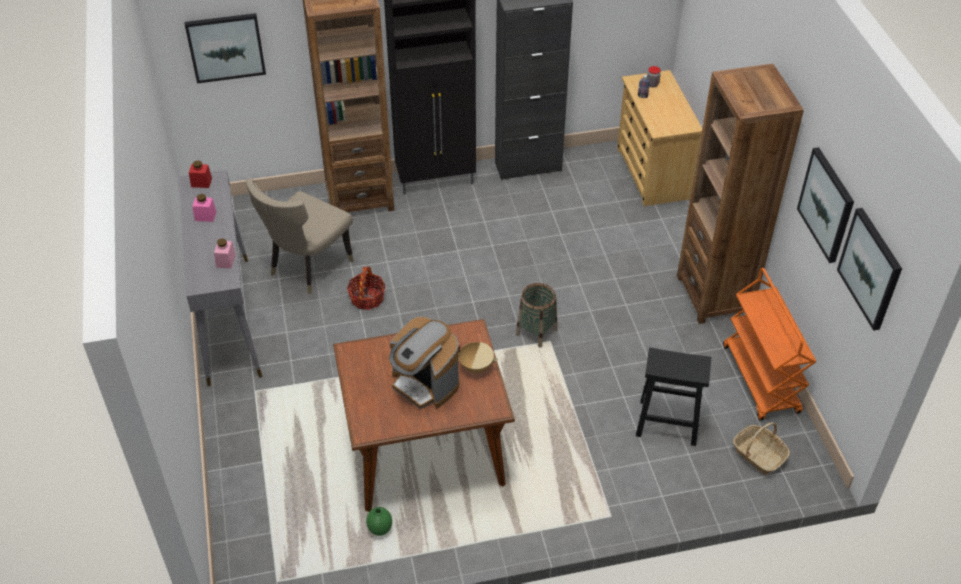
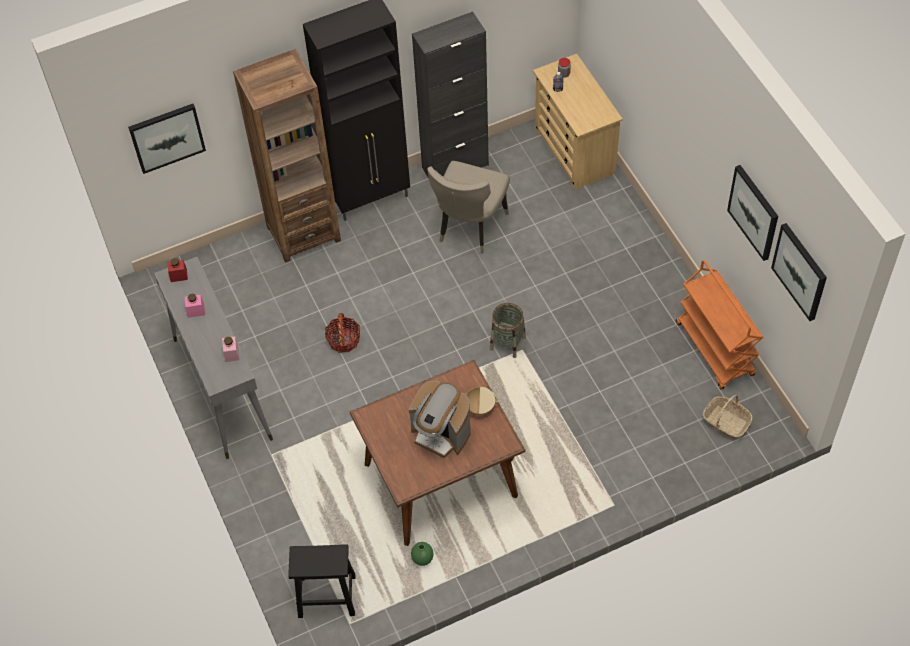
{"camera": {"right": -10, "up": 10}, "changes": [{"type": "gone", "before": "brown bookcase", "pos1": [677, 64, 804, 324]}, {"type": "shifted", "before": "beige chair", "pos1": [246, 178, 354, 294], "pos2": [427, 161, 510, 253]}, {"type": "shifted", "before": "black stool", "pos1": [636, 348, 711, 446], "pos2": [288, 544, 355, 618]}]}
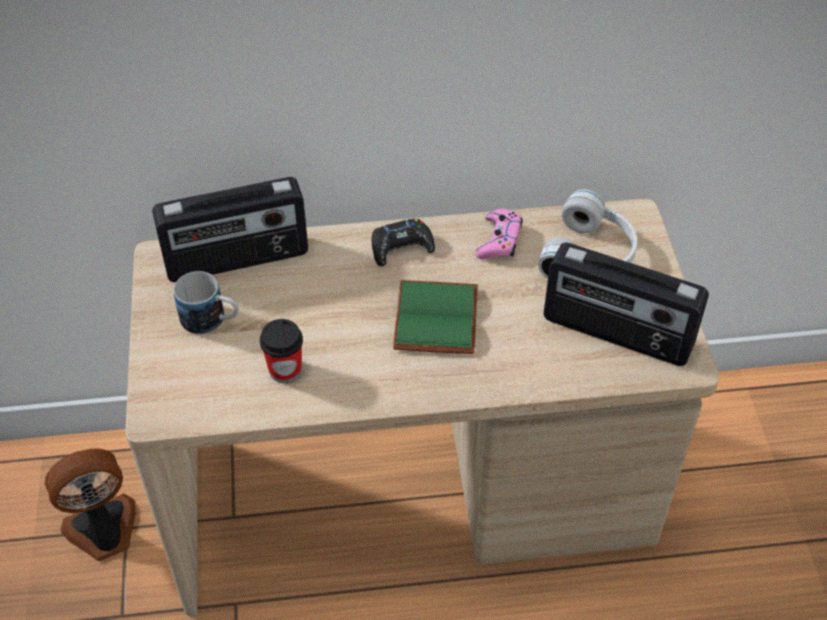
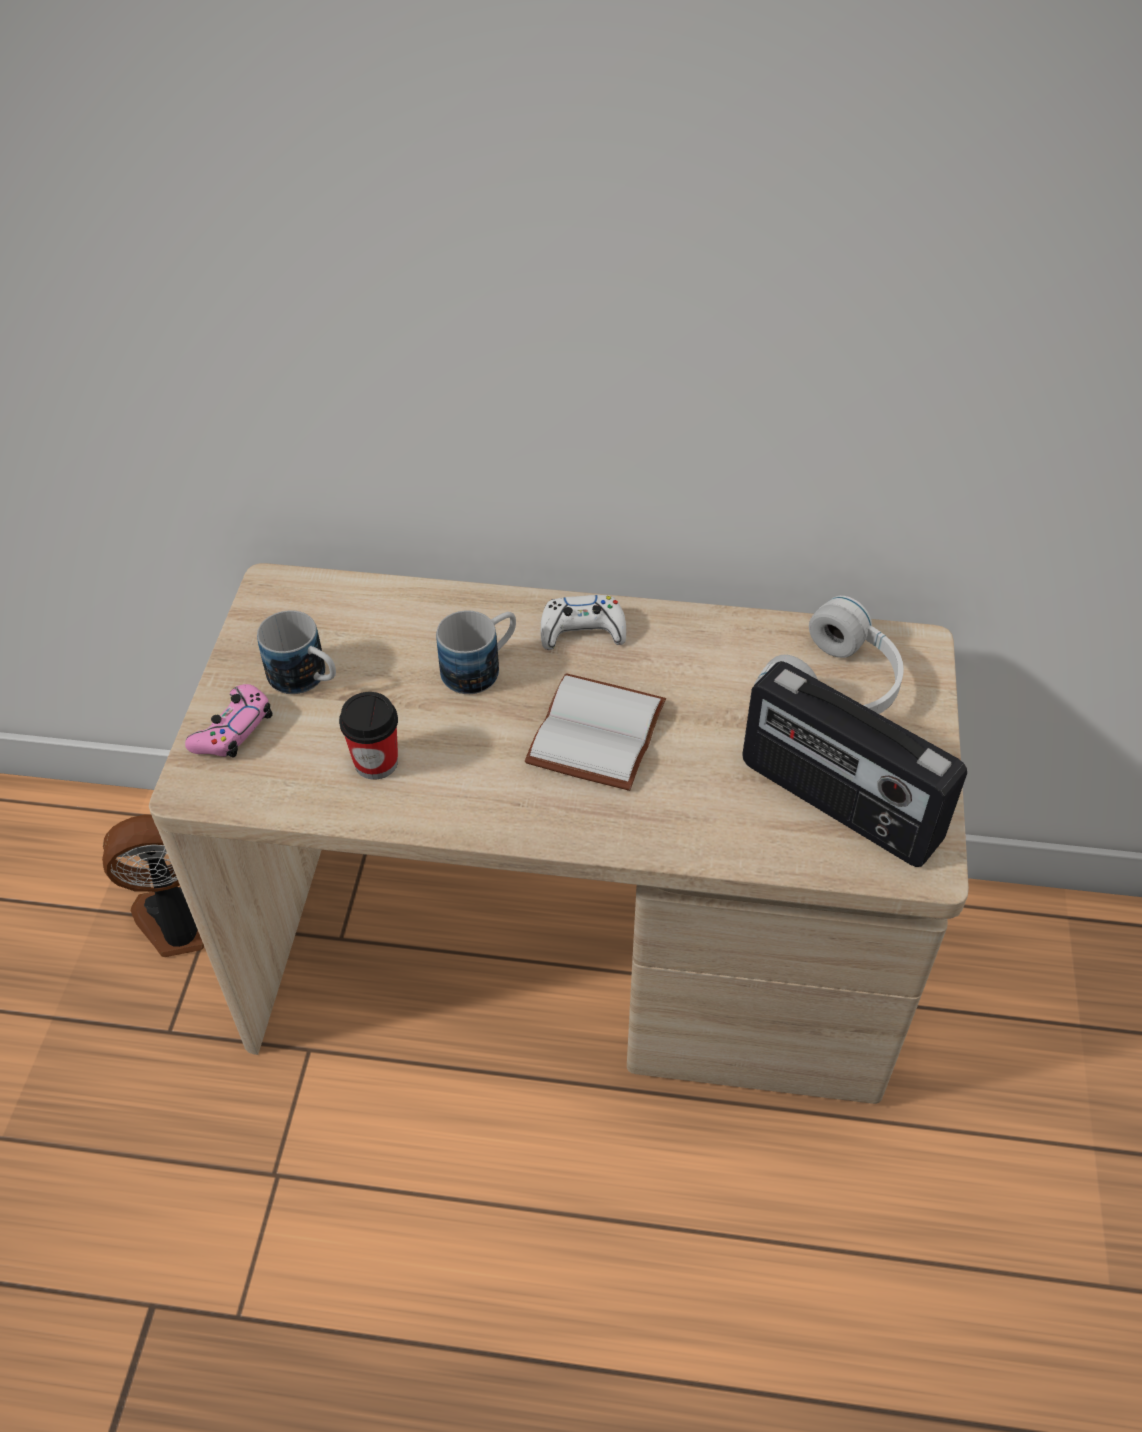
{"camera": {"right": 15, "up": 0}, "changes": [{"type": "gone", "before": "radio", "pos1": [152, 177, 308, 282]}, {"type": "new", "after": "mug", "pos2": [436, 610, 516, 694]}, {"type": "shifted", "before": "pink game controller", "pos1": [475, 208, 523, 259], "pos2": [185, 684, 272, 757]}, {"type": "repainted", "before": "black game controller", "after": "white game controller", "pos1": [371, 219, 435, 266], "pos2": [541, 595, 626, 650]}, {"type": "repainted", "before": "green book", "after": "white book", "pos1": [393, 280, 478, 354], "pos2": [525, 673, 666, 791]}]}
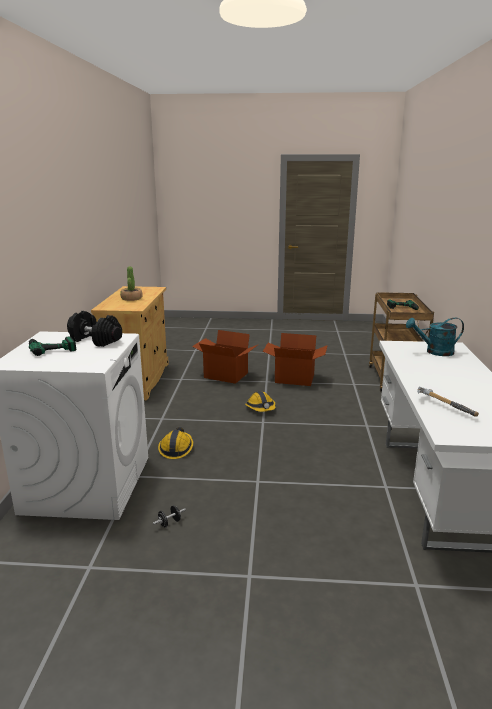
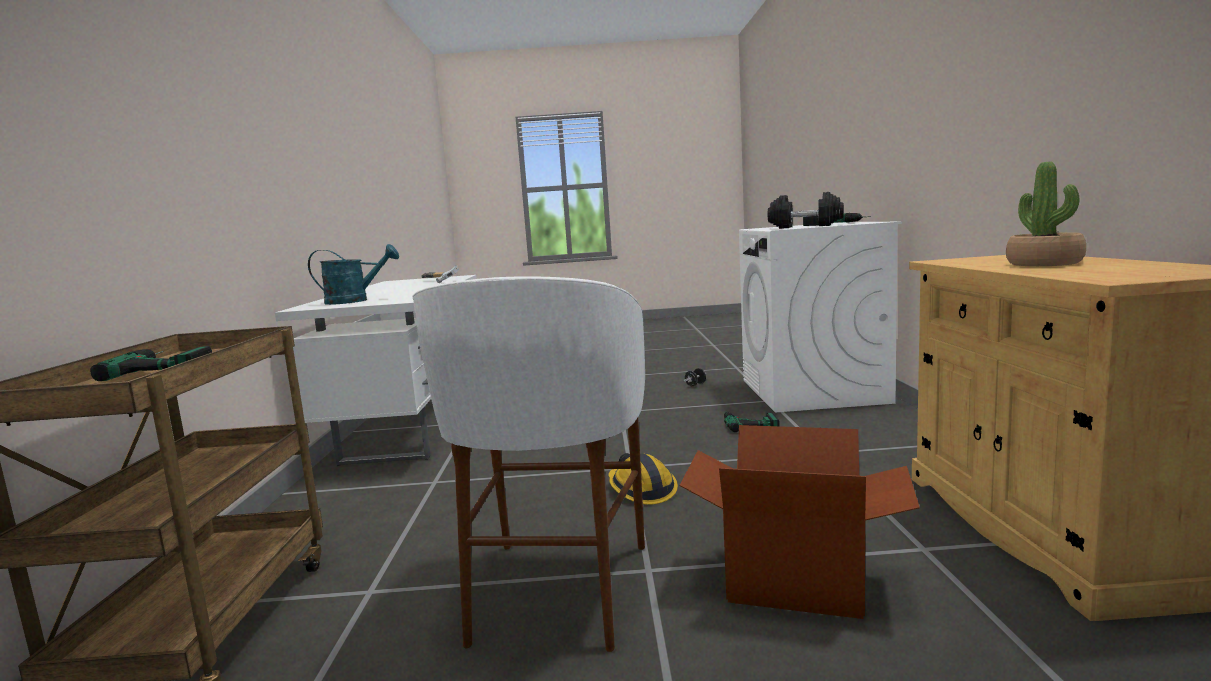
{"camera": {"right": 175, "up": -10}, "changes": [{"type": "swapped", "before": "hard hat", "after": "power drill", "pos1": [158, 427, 194, 459], "pos2": [724, 411, 780, 432]}, {"type": "swapped", "before": "cardboard box", "after": "white stool", "pos1": [263, 333, 328, 386], "pos2": [412, 276, 645, 652]}]}
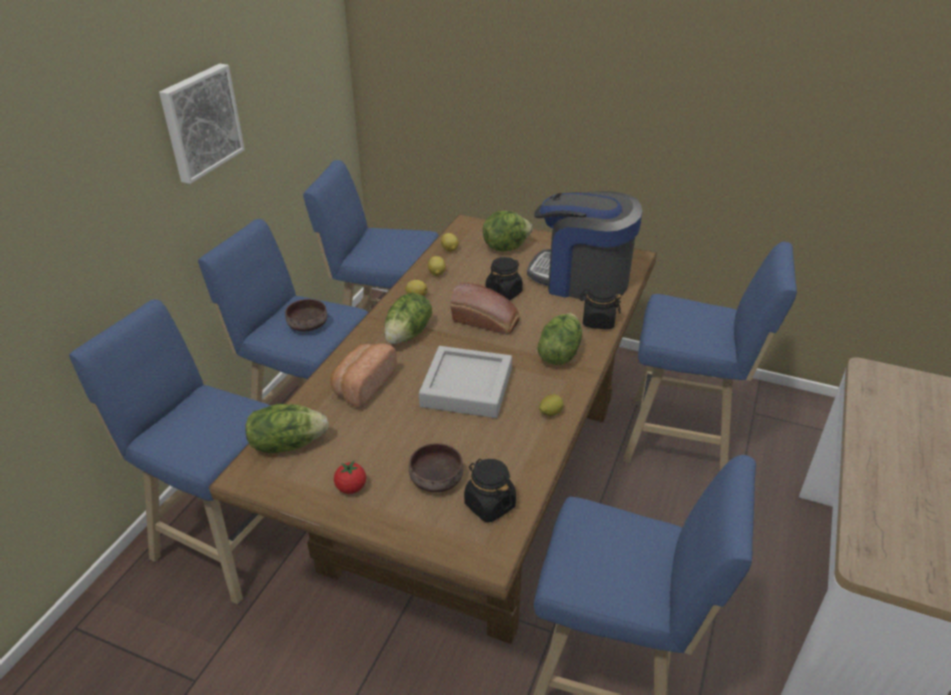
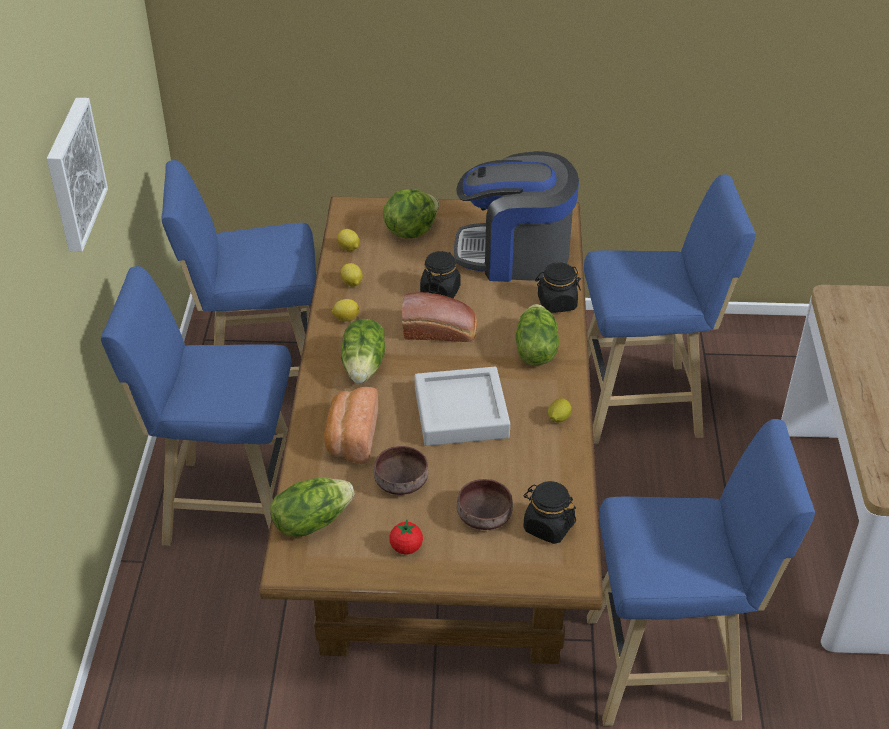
{"camera": {"right": -20, "up": 5}, "changes": [{"type": "gone", "before": "blue stool", "pos1": [69, 299, 271, 605]}, {"type": "shifted", "before": "brown bowl", "pos1": [285, 299, 327, 331], "pos2": [374, 446, 428, 495]}]}
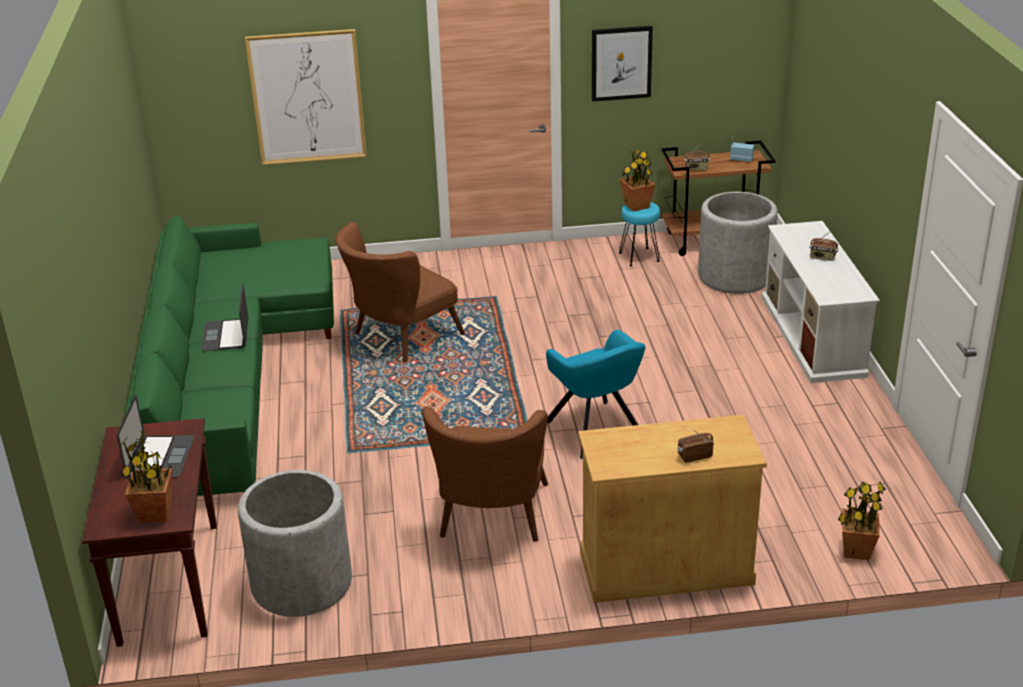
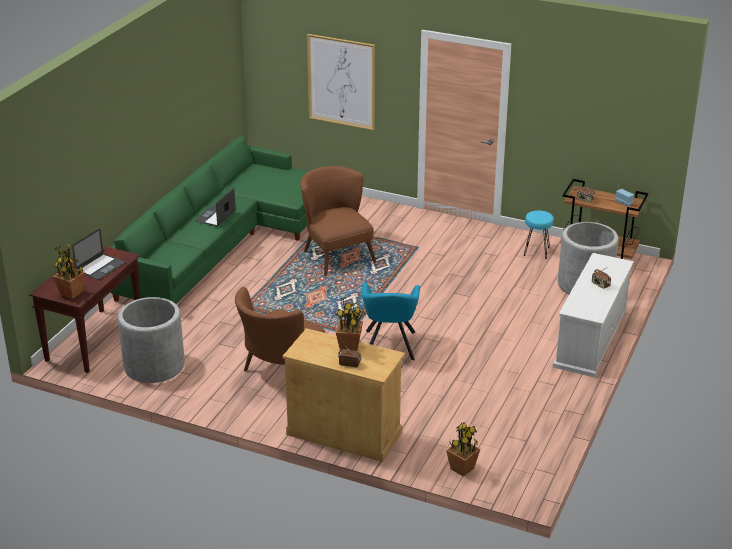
{"camera": {"right": 30, "up": 0}, "changes": [{"type": "gone", "before": "picture", "pos1": [592, 26, 653, 102]}, {"type": "shifted", "before": "potted plant", "pos1": [620, 147, 655, 212], "pos2": [336, 297, 365, 351]}, {"type": "rotated", "before": "brown armchair", "pos1": [336, 222, 465, 362], "pos2": [300, 166, 376, 276], "turn": 75}]}
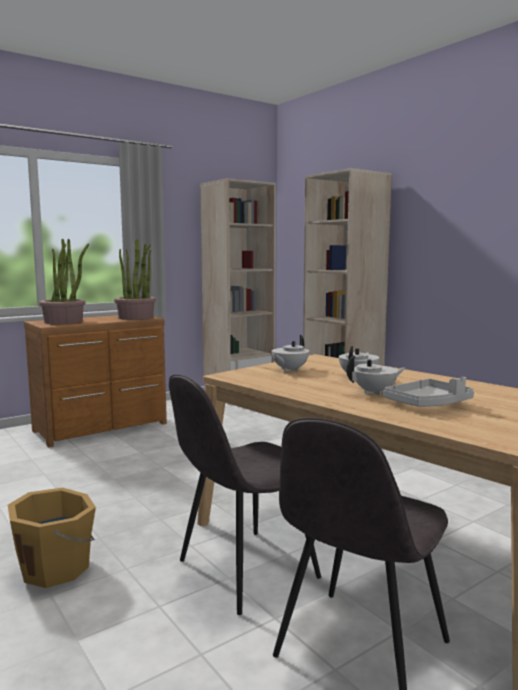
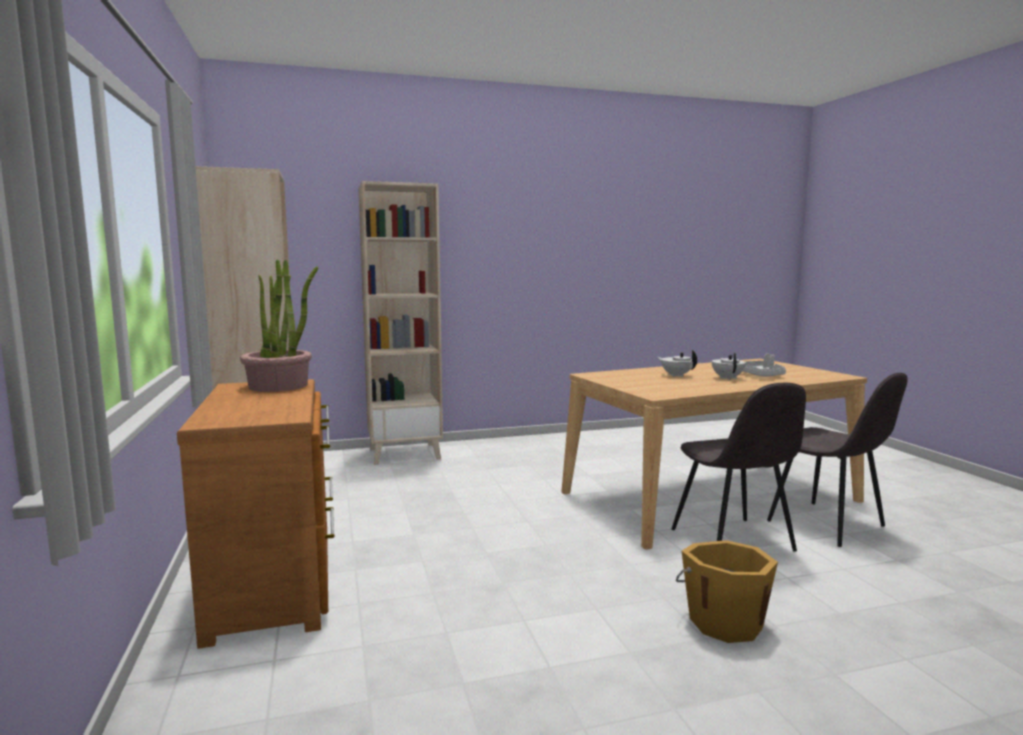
{"camera": {"right": -70, "up": 0}, "changes": [{"type": "gone", "before": "potted plant", "pos1": [39, 239, 89, 324]}, {"type": "gone", "before": "white teapot", "pos1": [272, 335, 309, 372]}]}
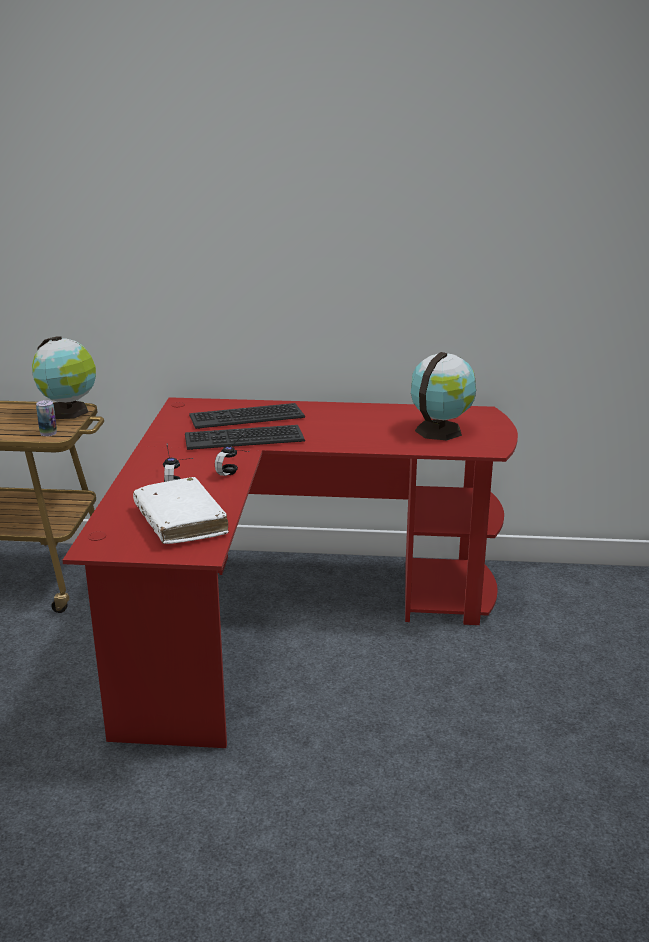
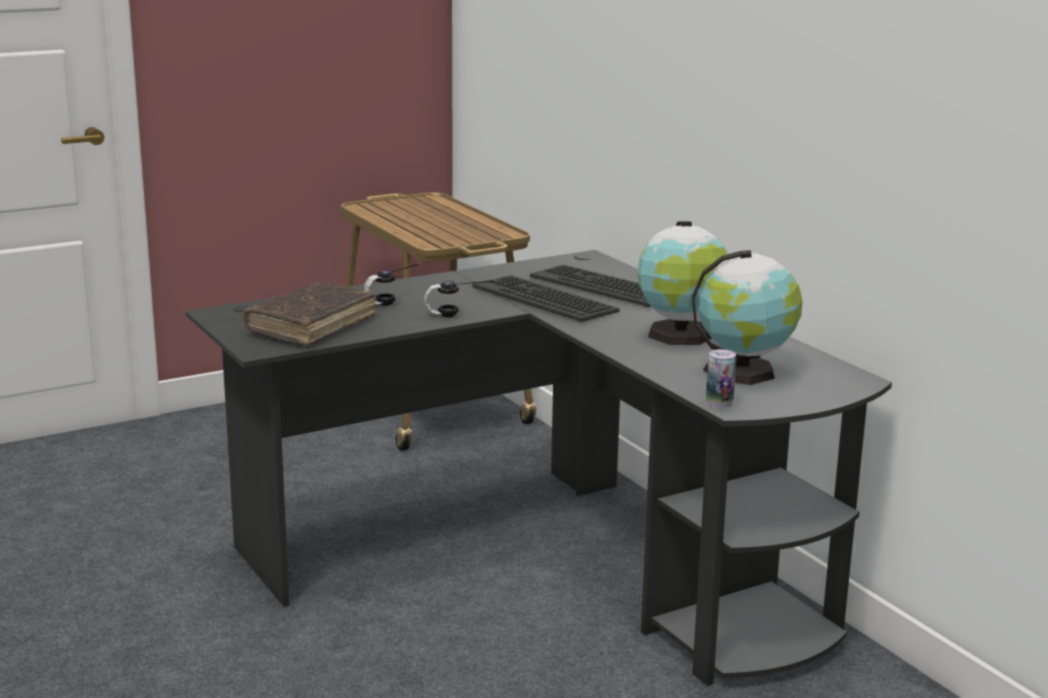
{"camera": {"right": 55, "up": -5}, "changes": [{"type": "shifted", "before": "globe", "pos1": [32, 336, 96, 419], "pos2": [637, 221, 728, 345]}, {"type": "shifted", "before": "can", "pos1": [36, 400, 57, 436], "pos2": [706, 349, 736, 408]}, {"type": "repainted", "before": "red desk", "after": "black desk", "pos1": [62, 397, 518, 748], "pos2": [185, 250, 892, 686]}, {"type": "repainted", "before": "white book", "after": "brown book", "pos1": [133, 477, 229, 544], "pos2": [244, 283, 375, 346]}]}
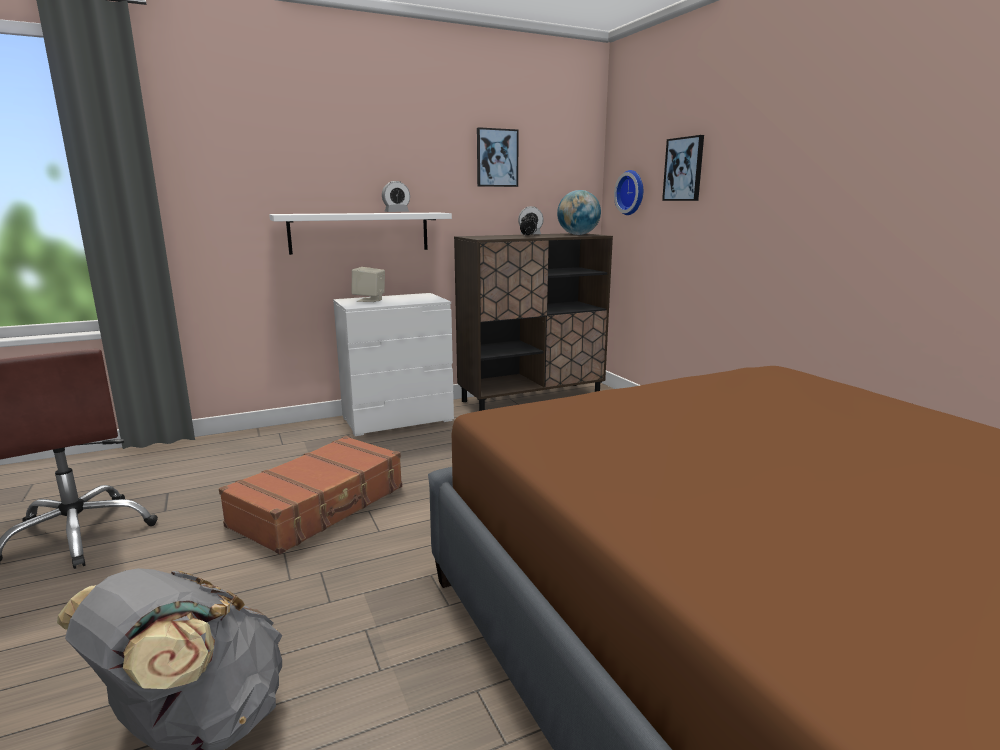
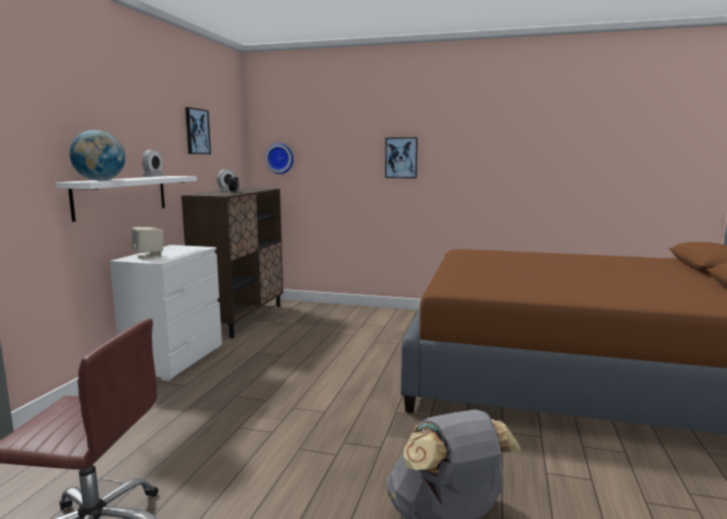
{"camera": {"right": -50, "up": -5}, "changes": [{"type": "gone", "before": "brown suitcase", "pos1": [219, 436, 402, 554]}, {"type": "shifted", "before": "globe", "pos1": [557, 190, 601, 235], "pos2": [69, 130, 125, 181]}, {"type": "shifted", "before": "picture", "pos1": [662, 135, 704, 201], "pos2": [385, 137, 418, 178]}]}
